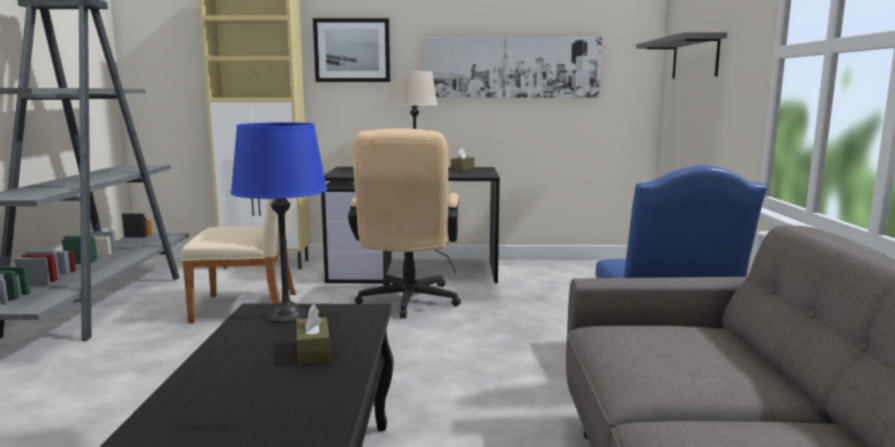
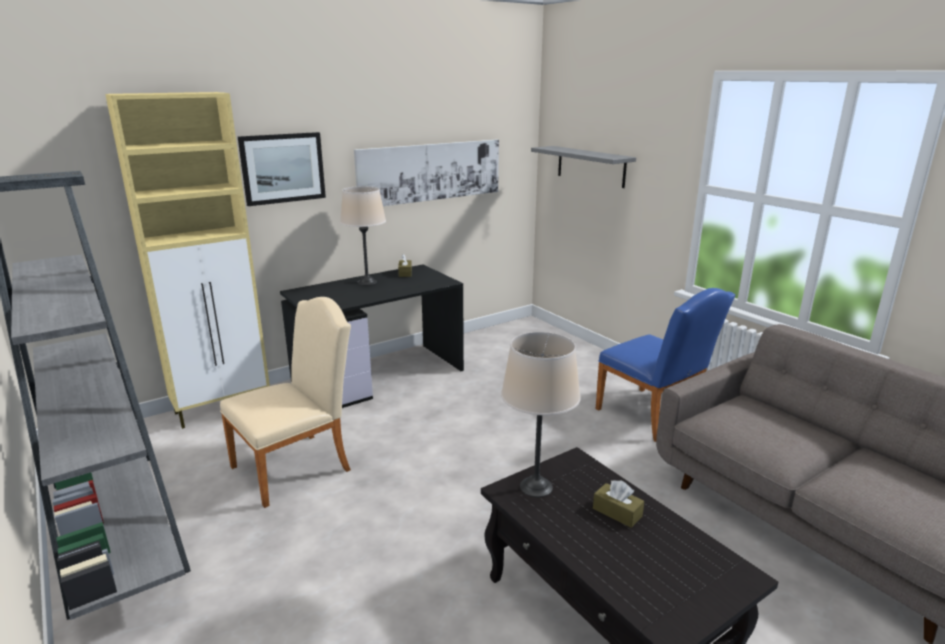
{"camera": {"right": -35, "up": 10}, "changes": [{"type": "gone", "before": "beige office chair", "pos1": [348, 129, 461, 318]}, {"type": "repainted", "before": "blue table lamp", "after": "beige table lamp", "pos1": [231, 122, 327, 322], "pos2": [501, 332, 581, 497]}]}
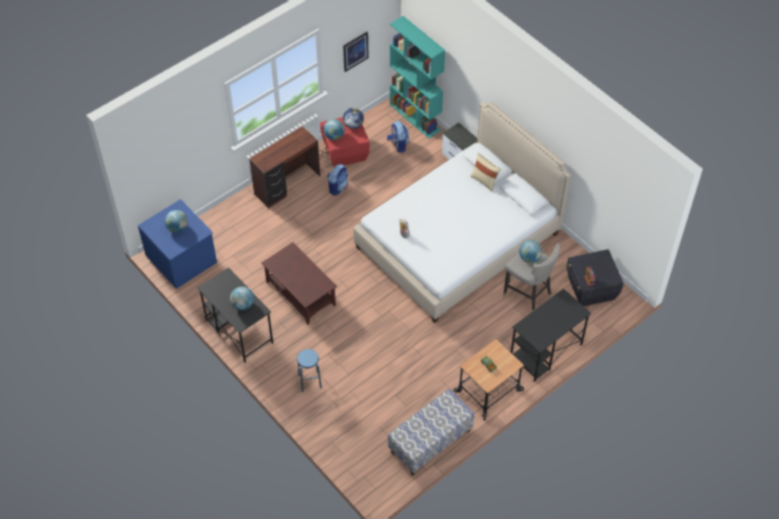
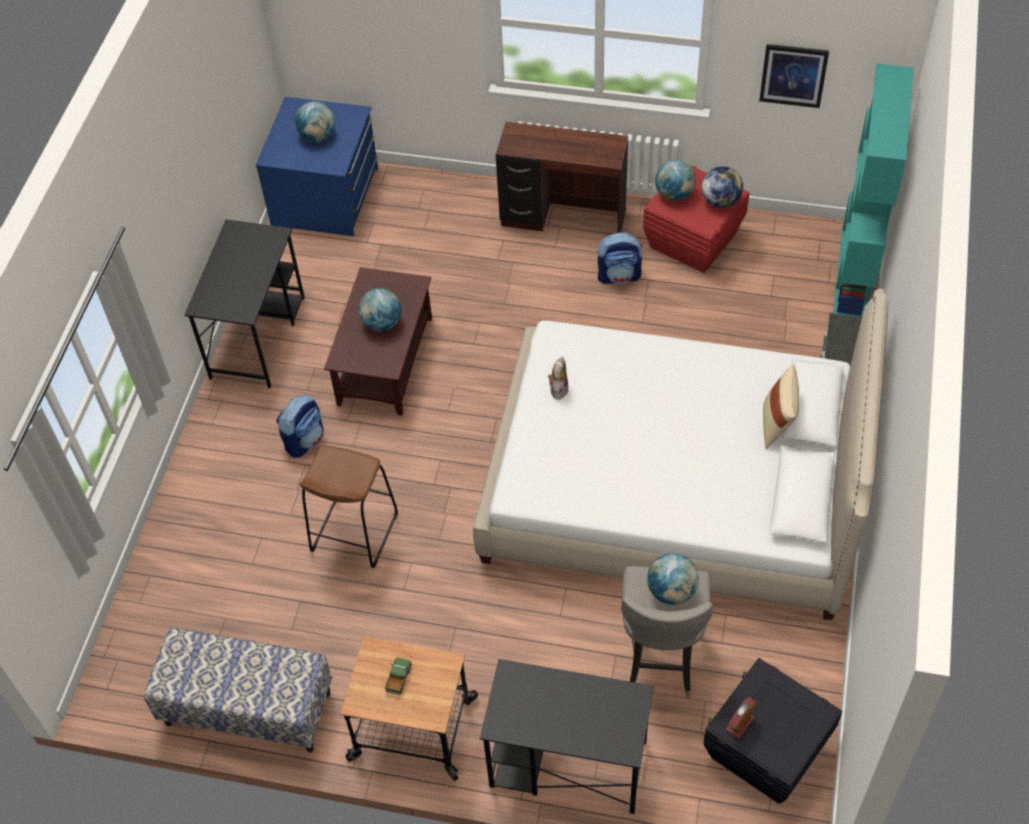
{"camera": {"right": 55, "up": 0}, "changes": [{"type": "gone", "before": "blue stool", "pos1": [297, 349, 322, 392]}, {"type": "new", "after": "brown stool", "pos2": [300, 445, 398, 568]}, {"type": "shifted", "before": "globe", "pos1": [230, 286, 254, 310], "pos2": [358, 288, 402, 331]}, {"type": "shifted", "before": "backpack", "pos1": [387, 121, 409, 153], "pos2": [277, 395, 324, 458]}]}
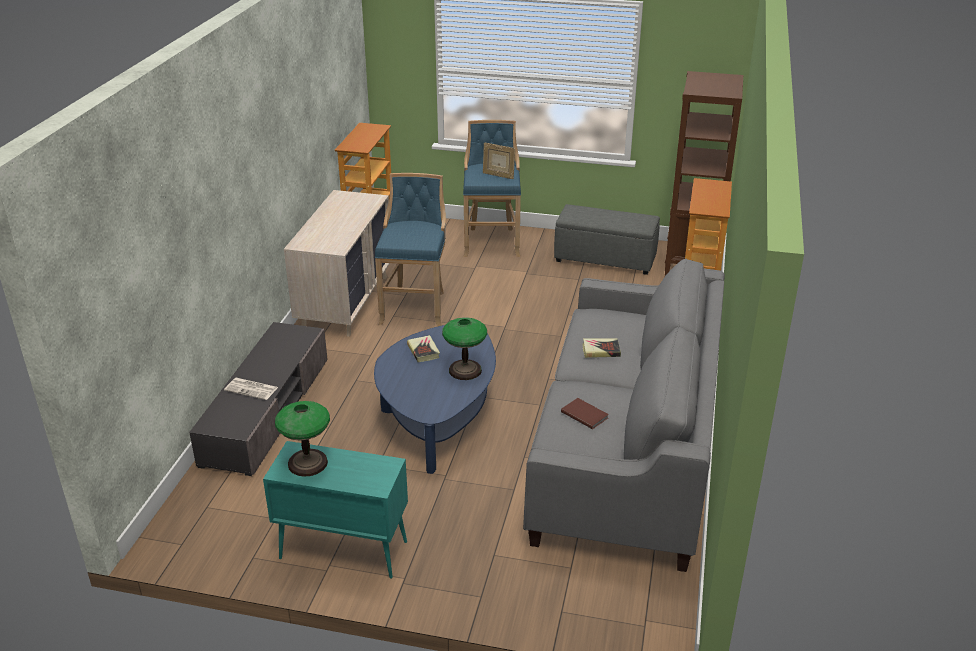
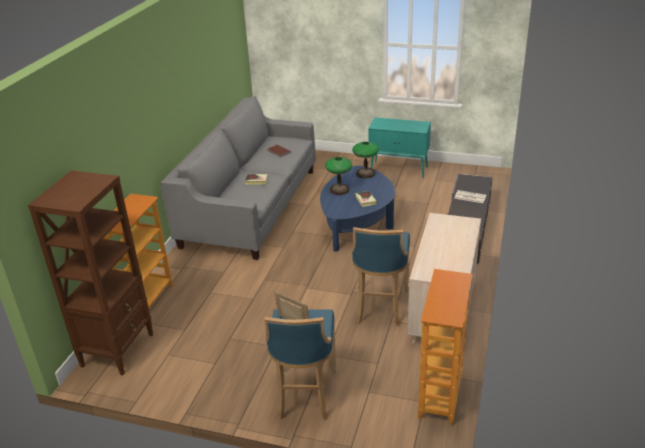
{"camera": {"right": -175, "up": 0}, "changes": [{"type": "gone", "before": "grey ottoman", "pos1": [554, 204, 660, 275]}, {"type": "shifted", "before": "table lamp", "pos1": [275, 401, 330, 477], "pos2": [352, 142, 379, 178]}]}
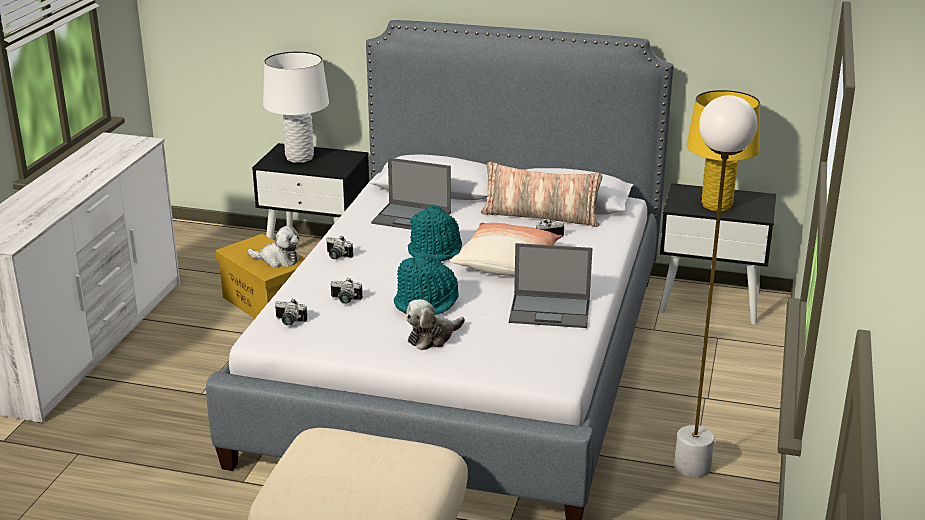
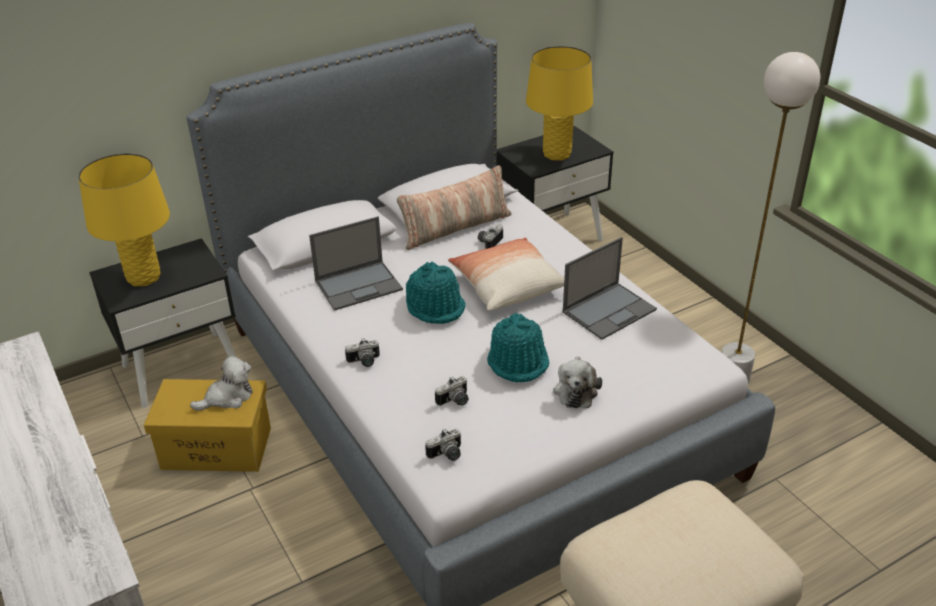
{"camera": {"right": -45, "up": 10}, "changes": [{"type": "repainted", "before": "white table lamp", "after": "yellow table lamp", "pos1": [263, 51, 329, 163], "pos2": [78, 153, 170, 286]}]}
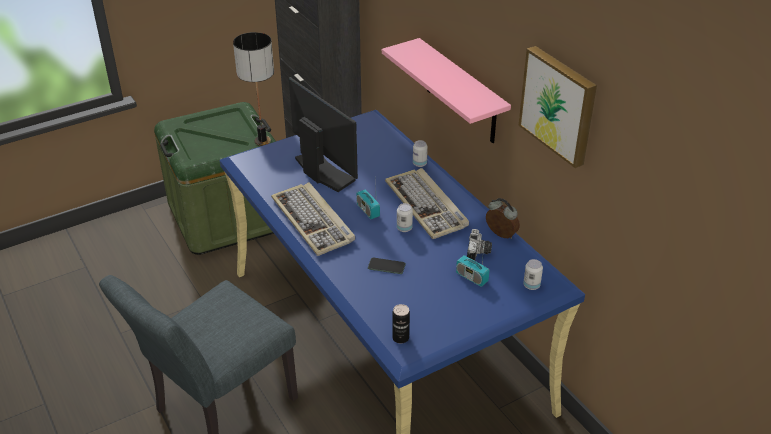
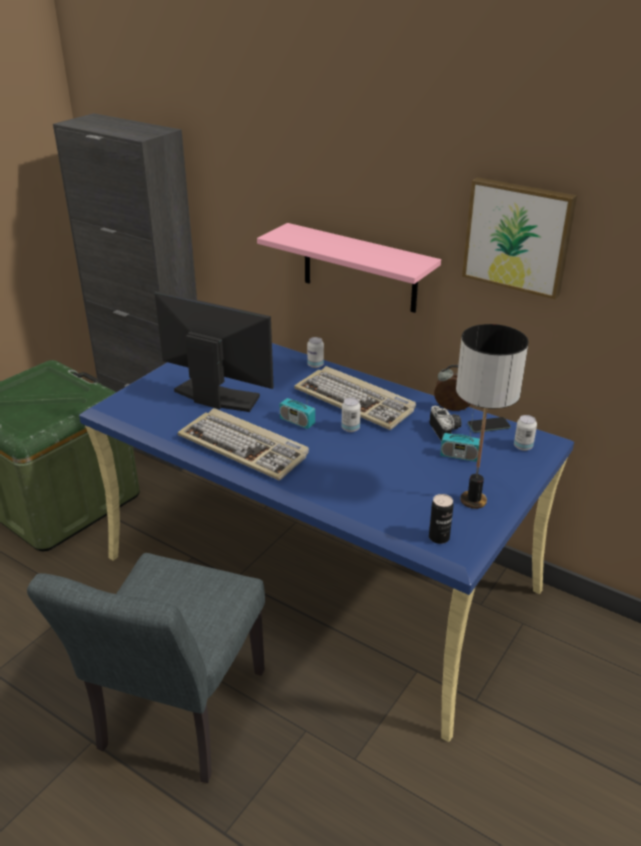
{"camera": {"right": -25, "up": -5}, "changes": [{"type": "shifted", "before": "table lamp", "pos1": [233, 32, 274, 146], "pos2": [456, 324, 529, 509]}, {"type": "shifted", "before": "phone", "pos1": [368, 258, 406, 274], "pos2": [467, 417, 511, 433]}]}
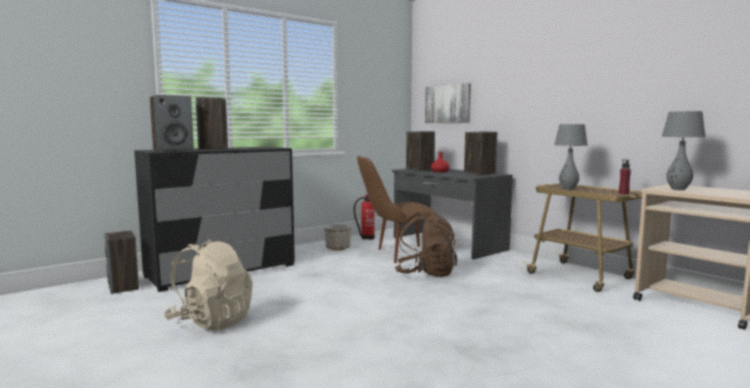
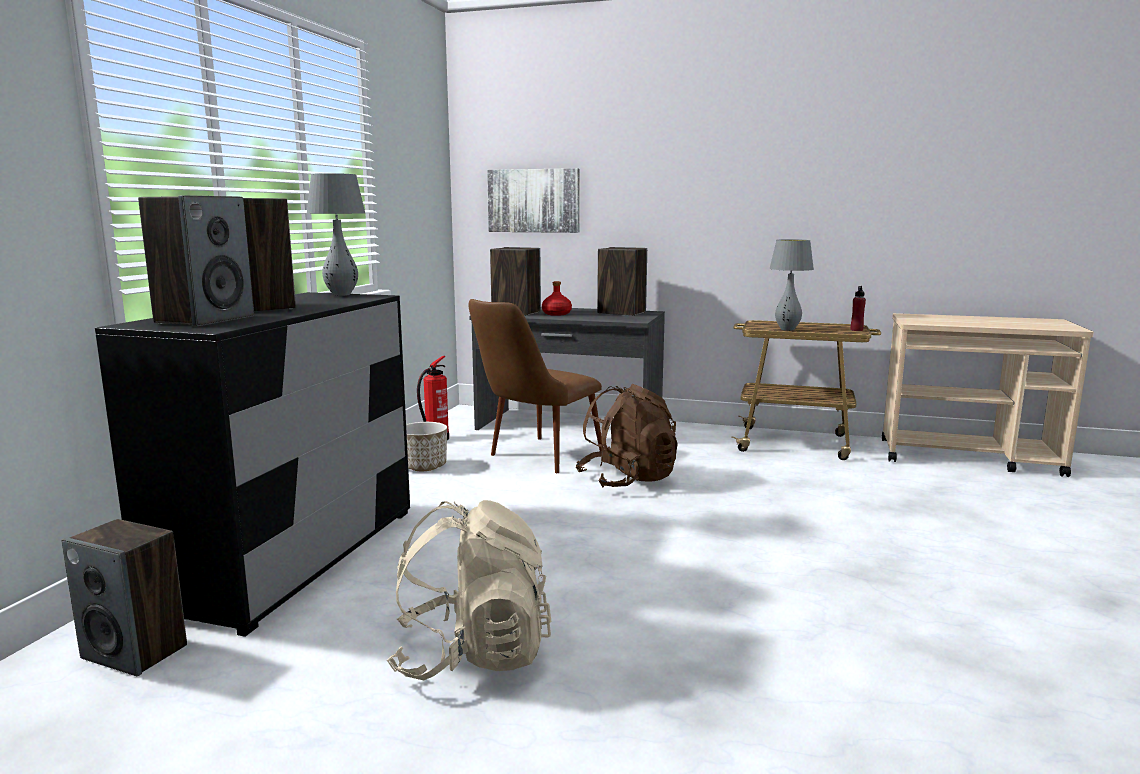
{"camera": {"right": -35, "up": 5}, "changes": [{"type": "shifted", "before": "grey table lamp", "pos1": [661, 111, 706, 190], "pos2": [306, 173, 365, 296]}]}
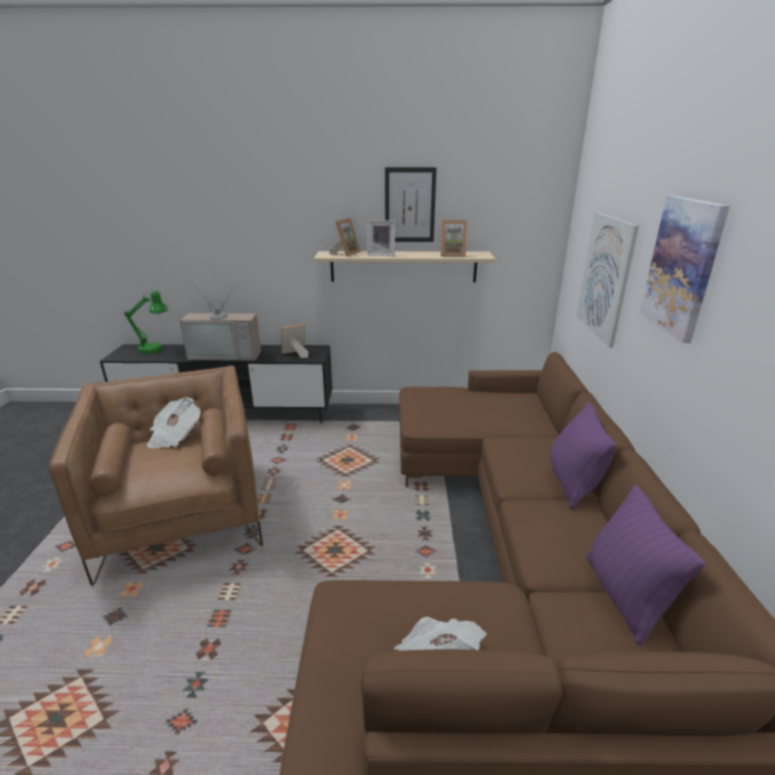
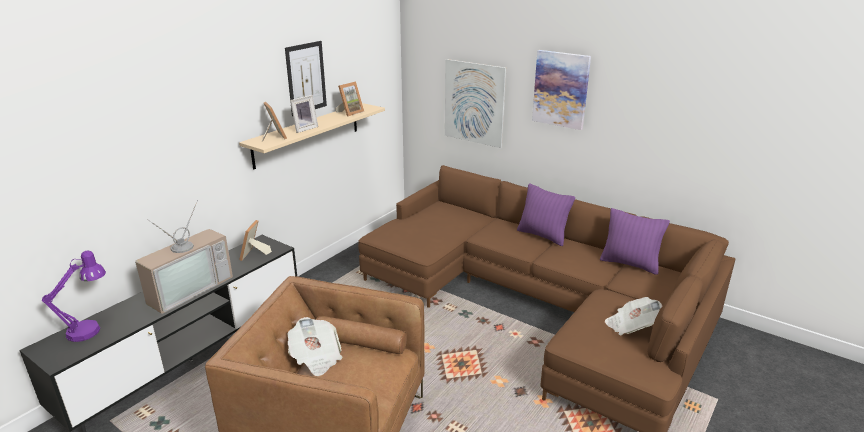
{"camera": {"right": -55, "up": 0}, "changes": [{"type": "repainted", "before": "green table lamp", "after": "purple table lamp", "pos1": [124, 291, 168, 354], "pos2": [42, 251, 106, 342]}]}
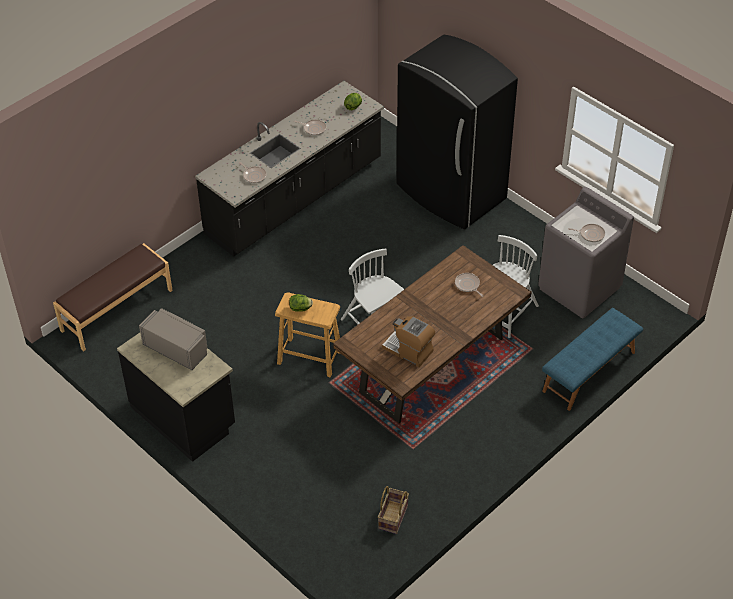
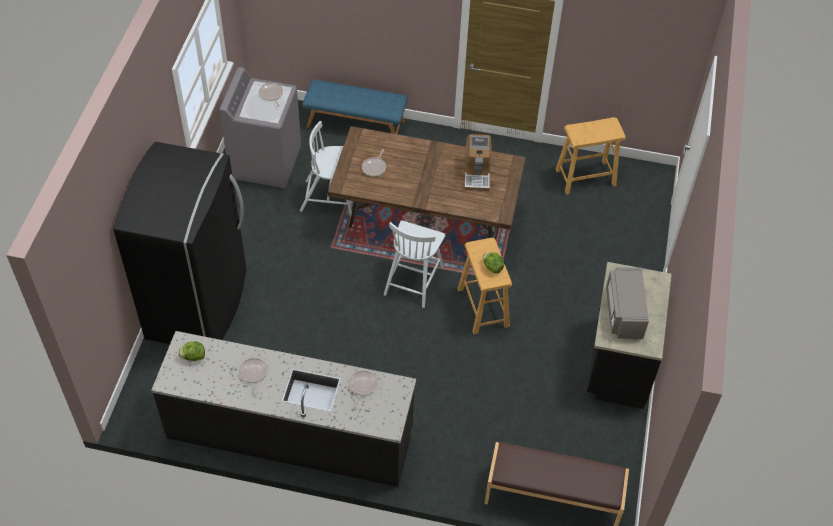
{"camera": {"right": -125, "up": 5}, "changes": [{"type": "swapped", "before": "basket", "after": "beige stool", "pos1": [378, 486, 409, 534], "pos2": [556, 117, 626, 195]}]}
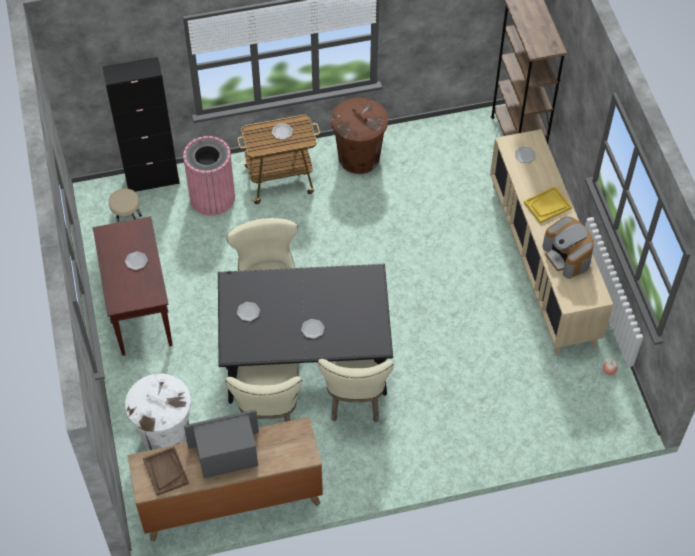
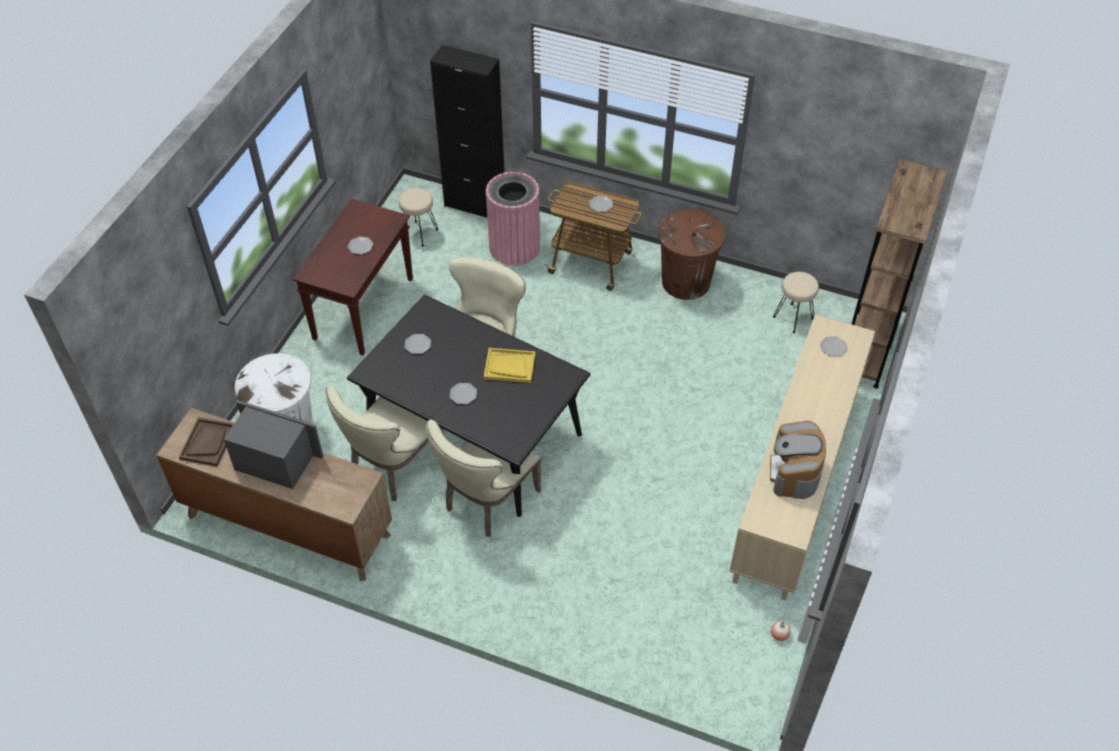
{"camera": {"right": 35, "up": -5}, "changes": [{"type": "new", "after": "beige stool", "pos2": [773, 272, 819, 333]}, {"type": "shifted", "before": "yellow tray", "pos1": [524, 186, 572, 224], "pos2": [484, 348, 535, 383]}]}
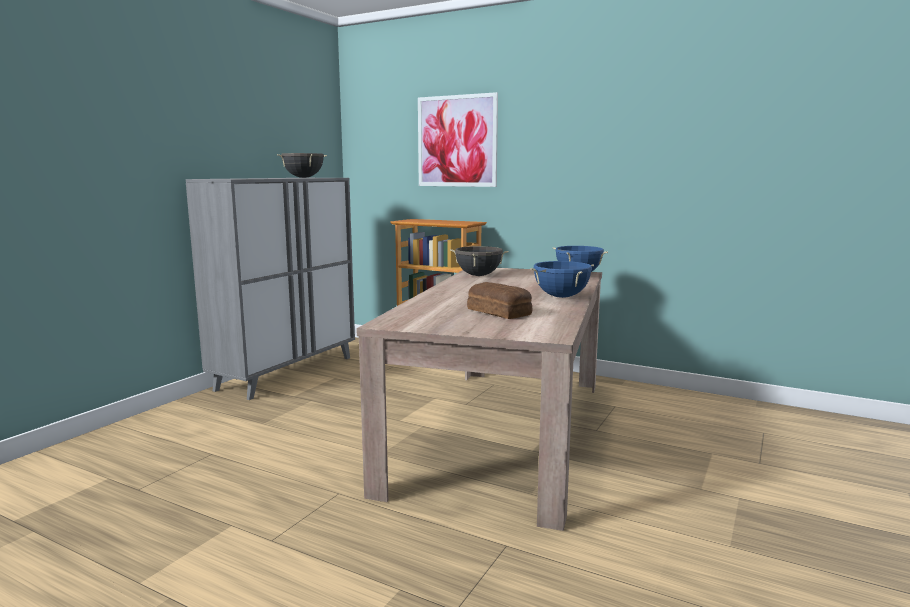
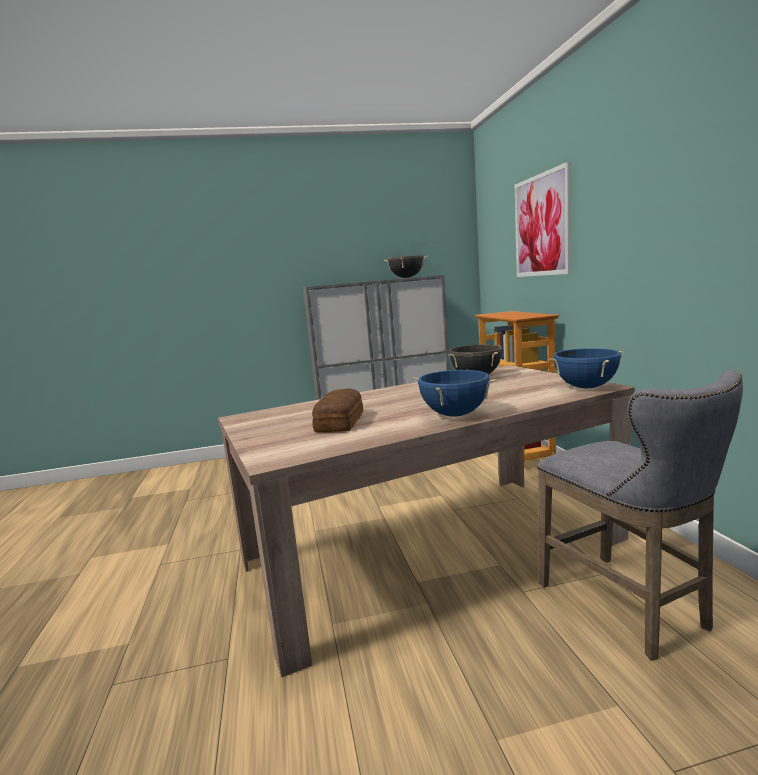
{"camera": {"right": 50, "up": 0}, "changes": [{"type": "new", "after": "grey stool", "pos2": [537, 370, 743, 660]}]}
